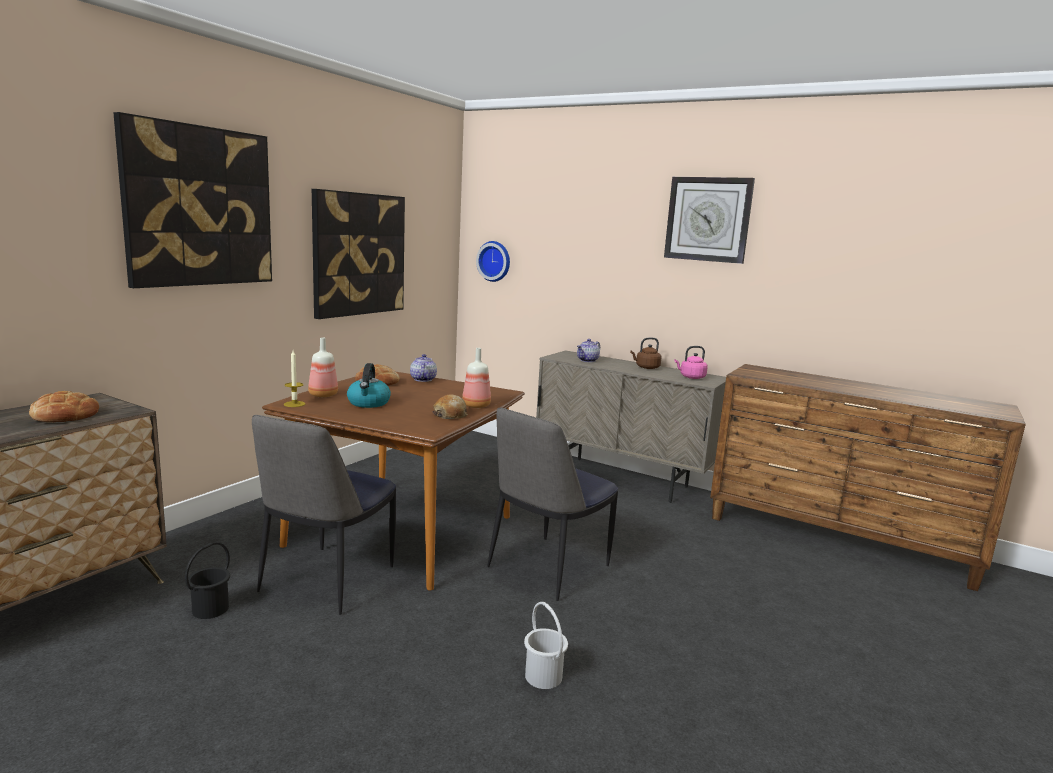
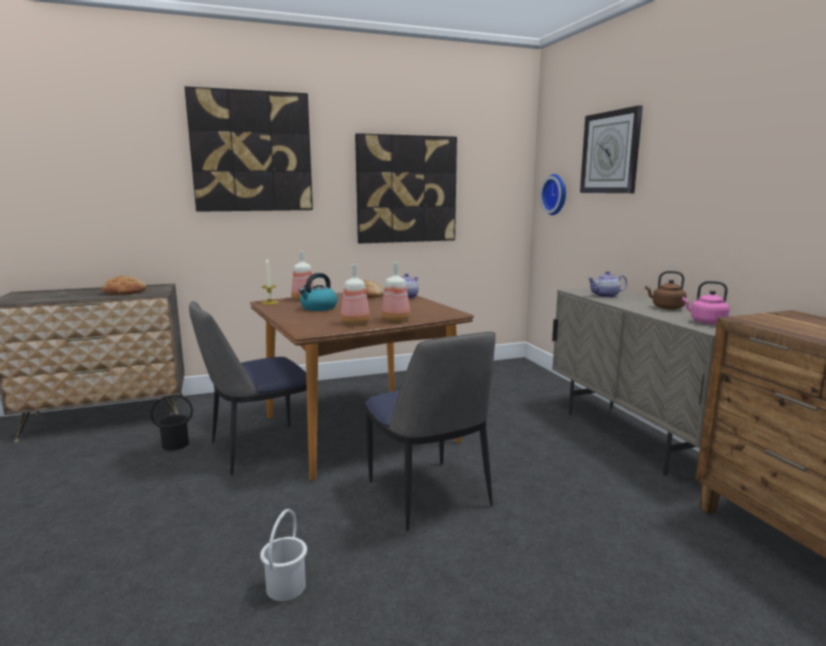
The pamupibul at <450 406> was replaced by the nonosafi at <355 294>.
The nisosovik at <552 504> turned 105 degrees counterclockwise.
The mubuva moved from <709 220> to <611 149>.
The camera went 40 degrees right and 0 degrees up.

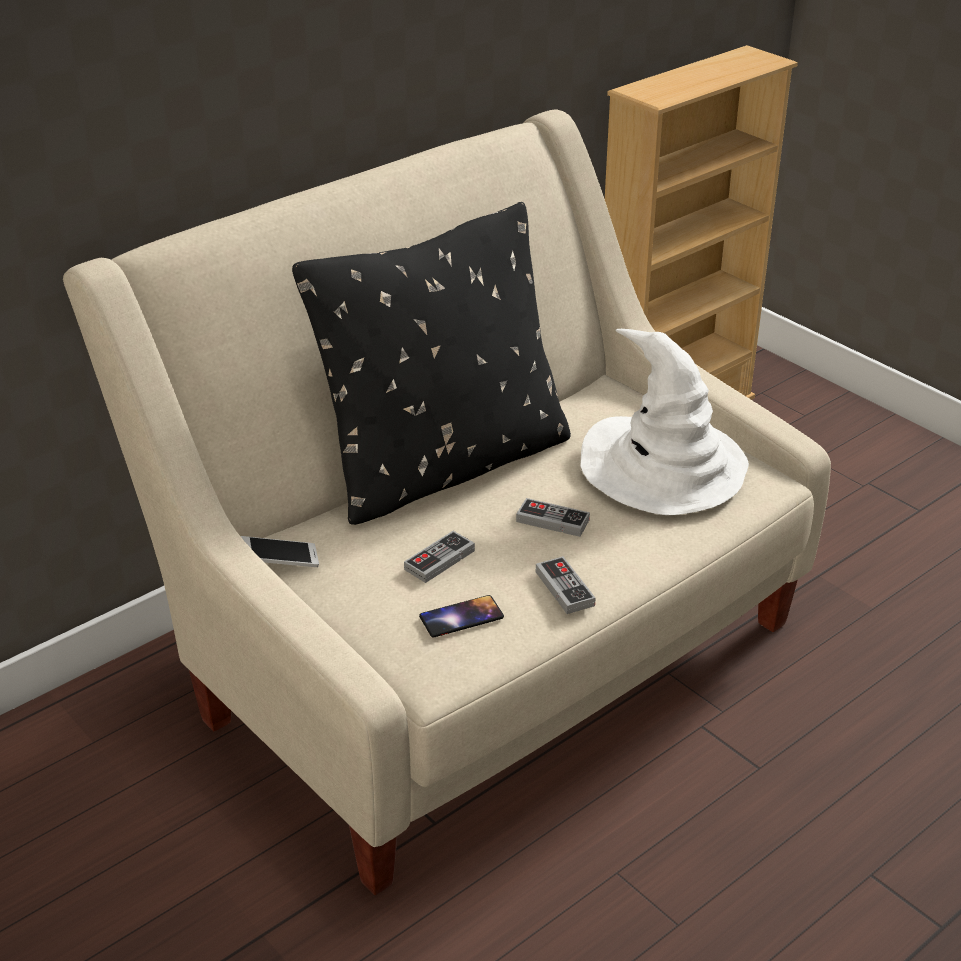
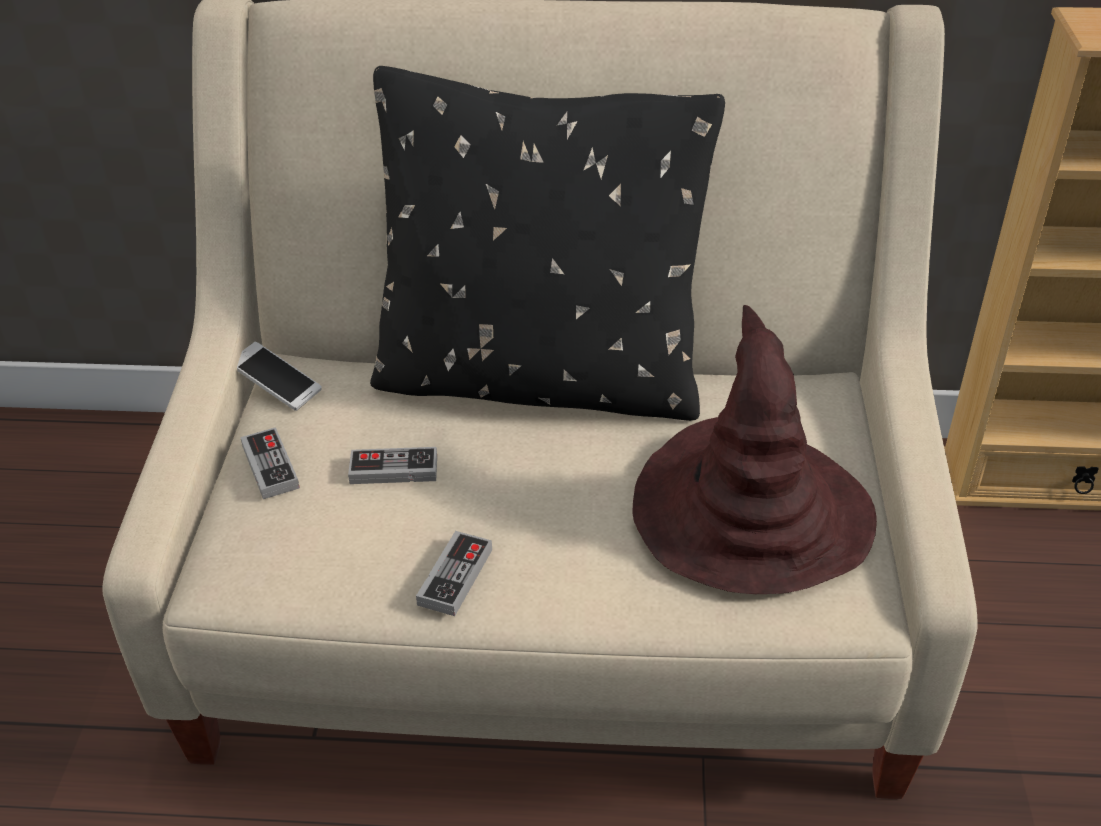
The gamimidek moved from <553 517> to <270 463>.
The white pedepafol at <664 422> became the brown pedepafol at <754 449>.
The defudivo at <461 616> disappeared.
The camera went 45 degrees right and 5 degrees up.

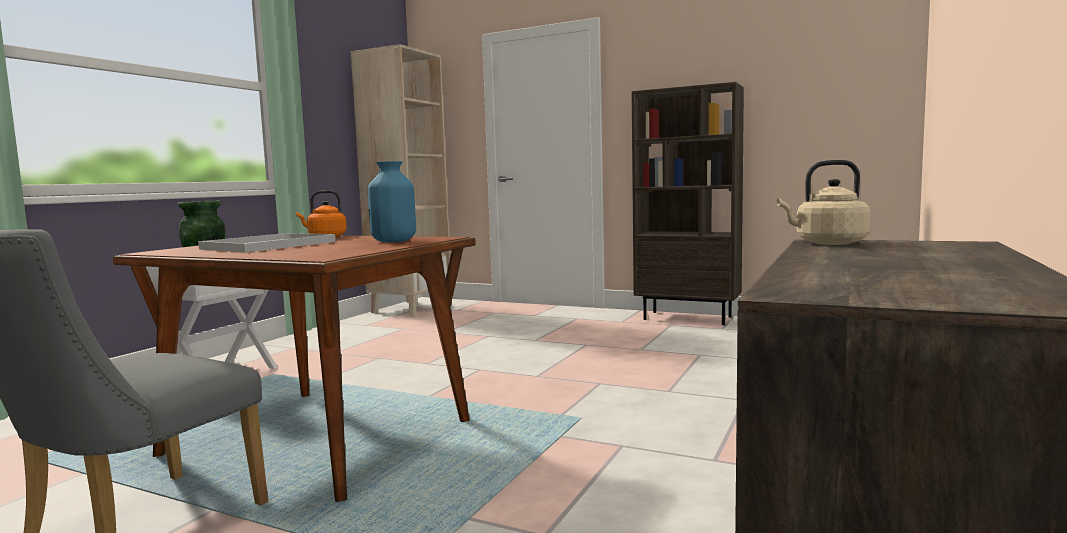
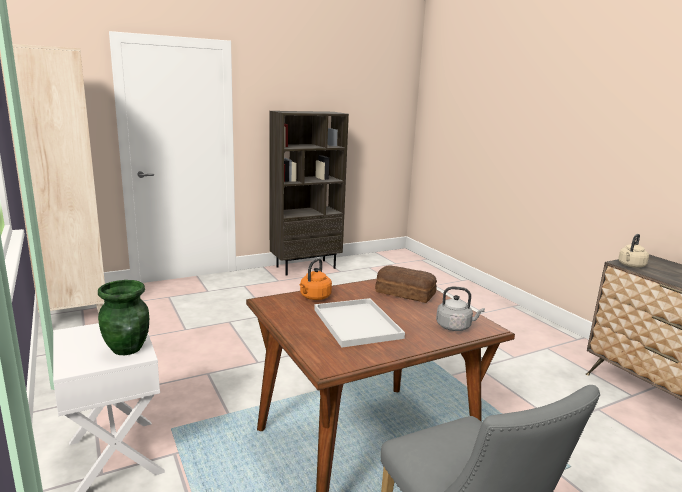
The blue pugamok at <392 201> was replaced by the pamupibul at <406 284>.
The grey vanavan at <460 309> appeared.
The camera went 55 degrees left and 10 degrees up.

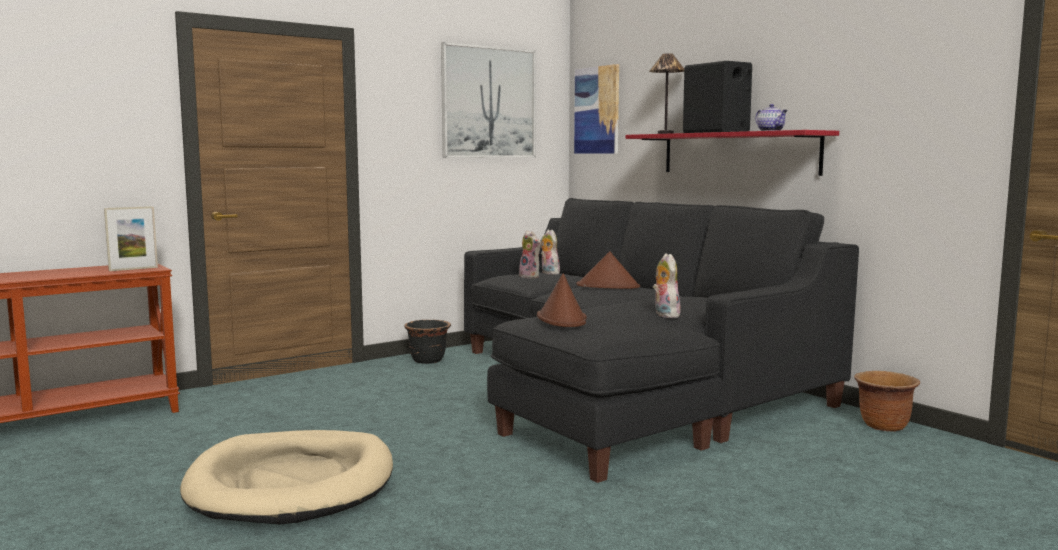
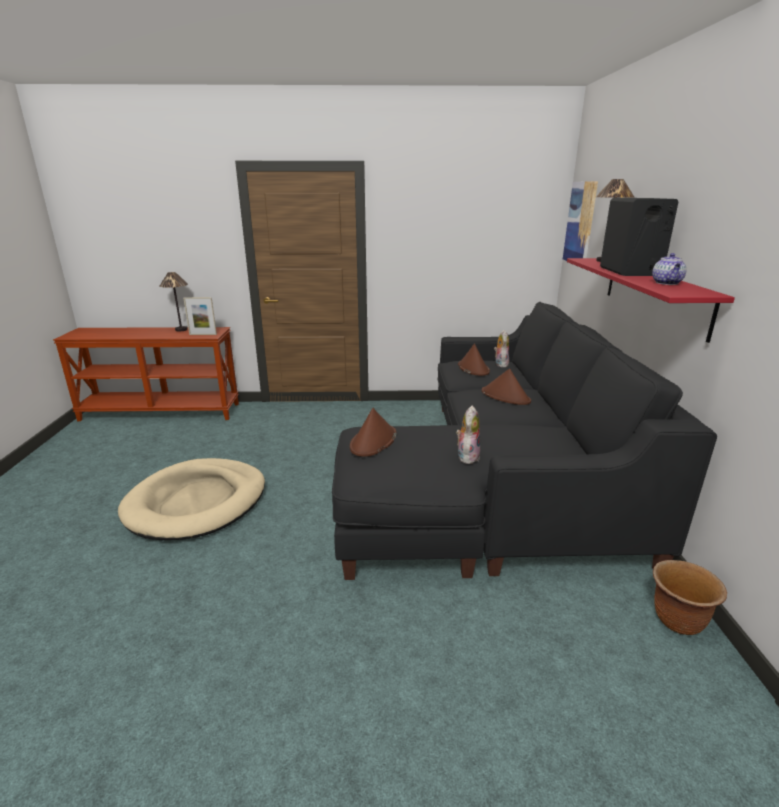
The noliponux at <174 301> appeared.
The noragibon at <530 254> was replaced by the brown pedepafol at <474 360>.
The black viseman at <427 342> disappeared.
The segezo at <488 100> disappeared.
The camera went 35 degrees right and 15 degrees up.

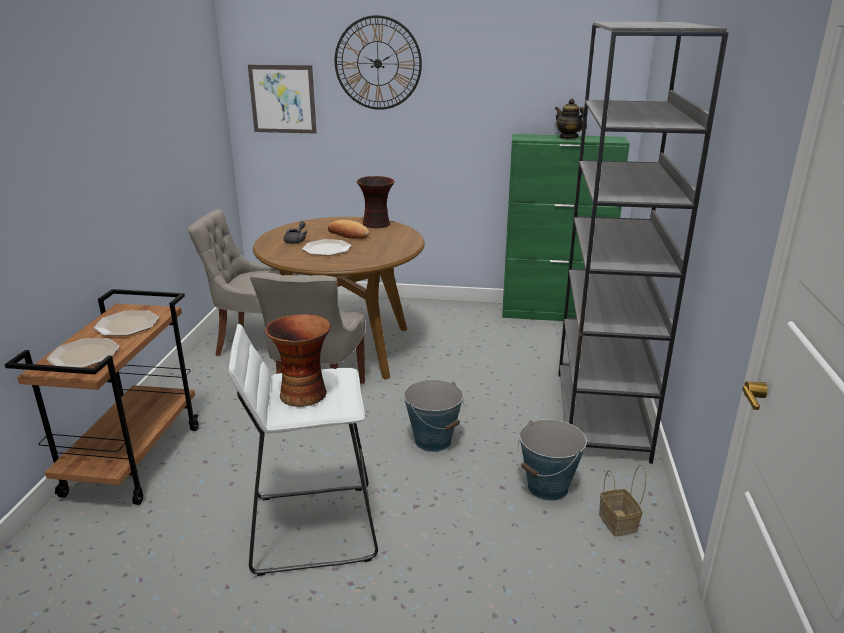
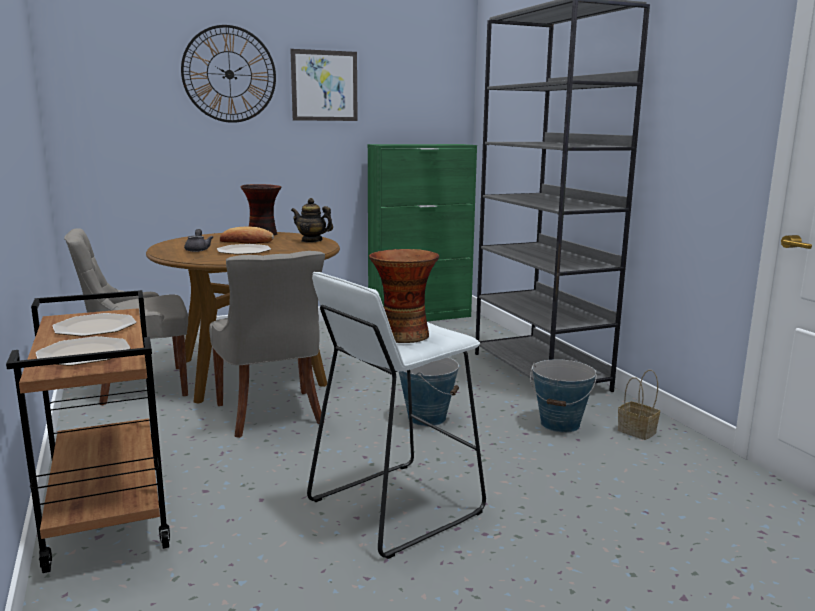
The segezo moved from <282 99> to <324 85>.
The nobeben moved from <571 119> to <312 220>.
The camera went 30 degrees left and 10 degrees down.

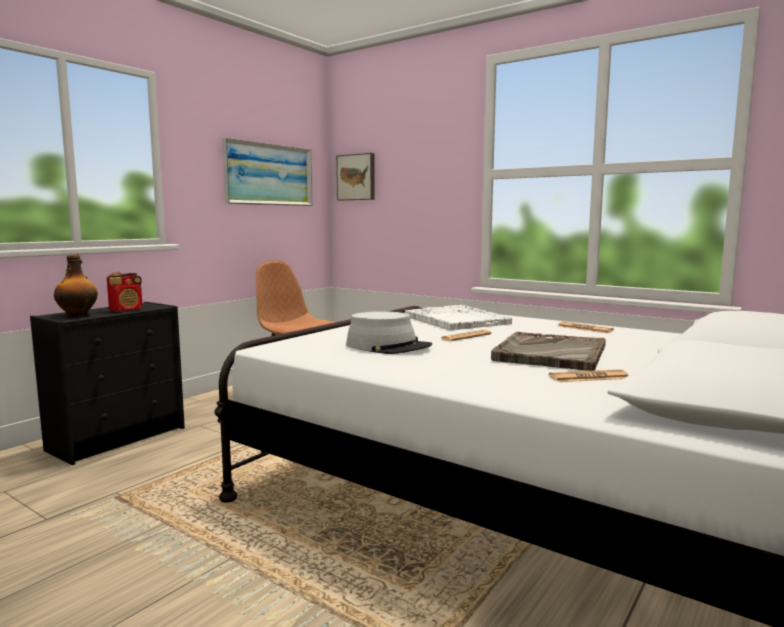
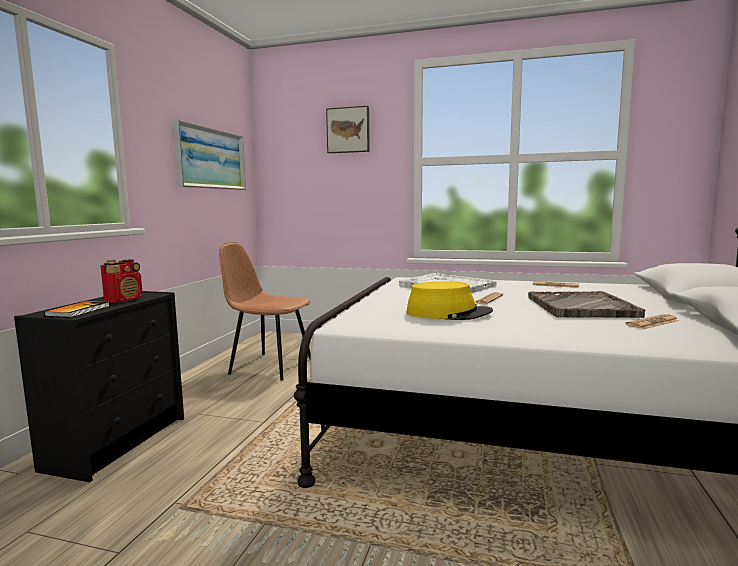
The nonosafi at <76 286> was replaced by the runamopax at <76 309>.
The segezo moved from <355 176> to <348 129>.
The grey pedepafol at <389 332> became the yellow pedepafol at <449 300>.
The camera went 20 degrees left and 0 degrees up.

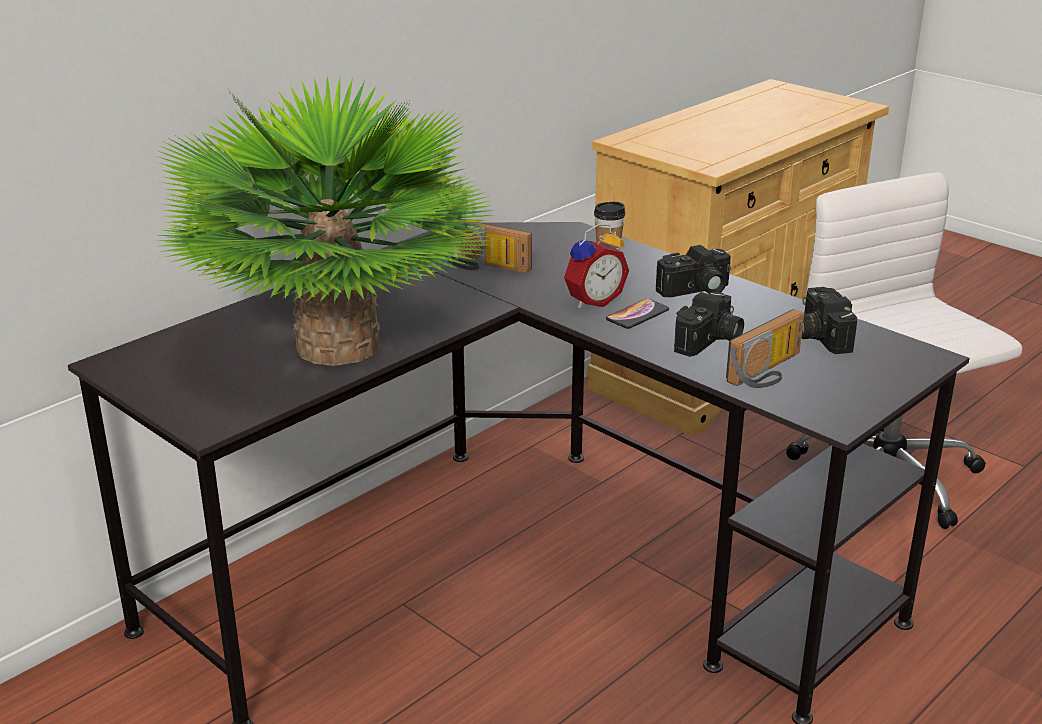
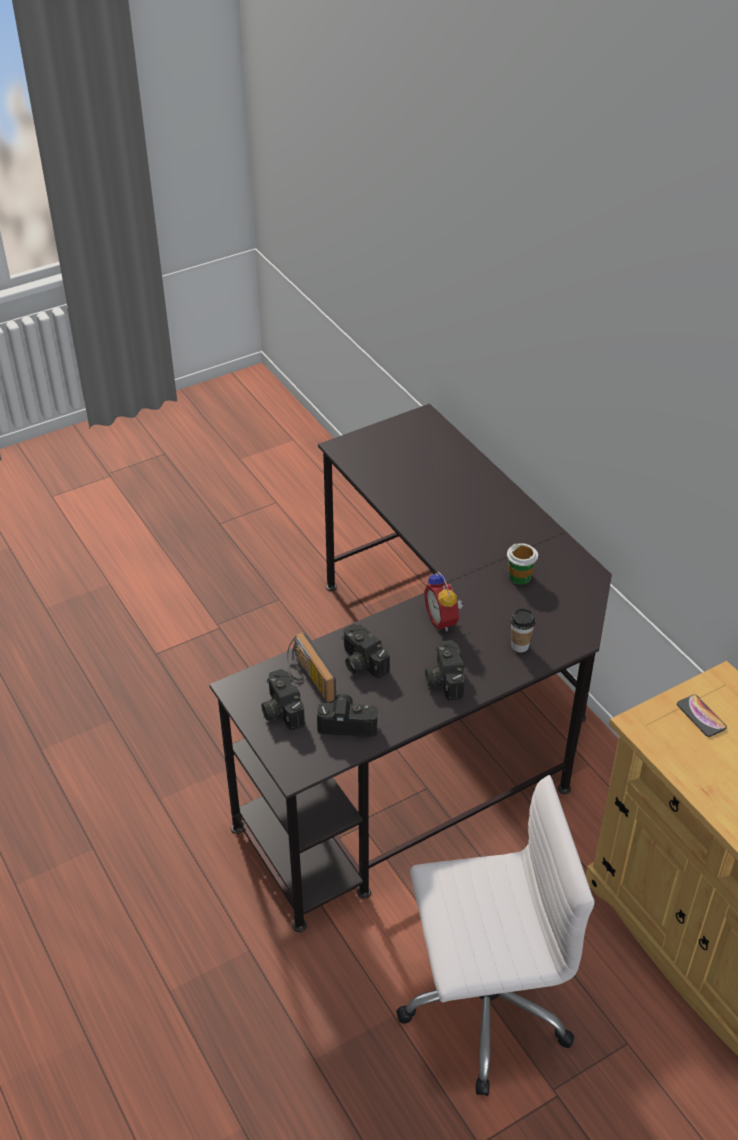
The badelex at <283 700> appeared.
The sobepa at <488 245> was replaced by the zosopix at <522 564>.
The defudivo moved from <637 314> to <702 716>.
The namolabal at <324 221> disappeared.
The camera went 105 degrees right and 15 degrees up.

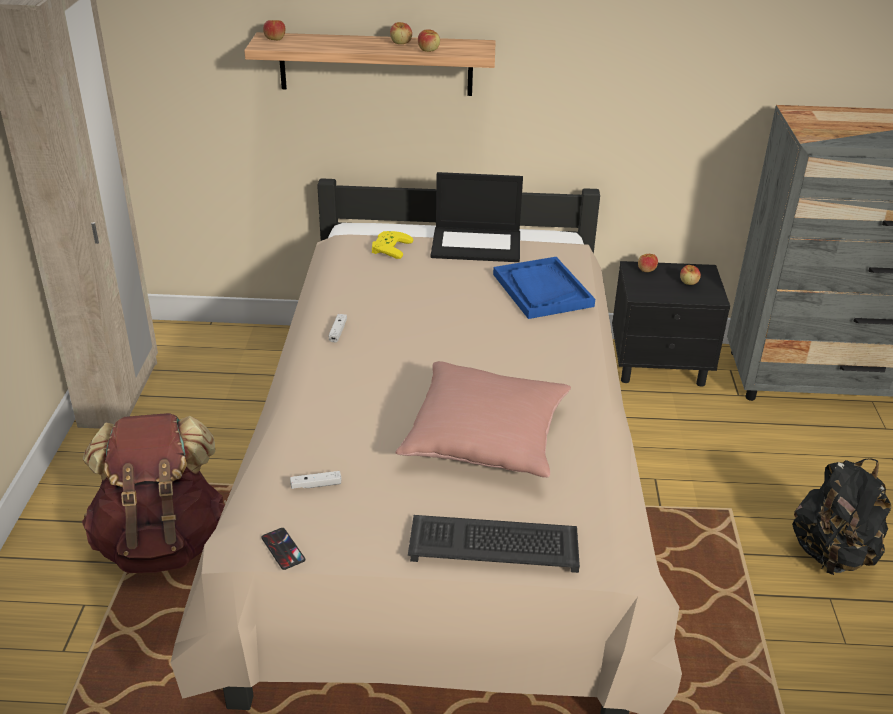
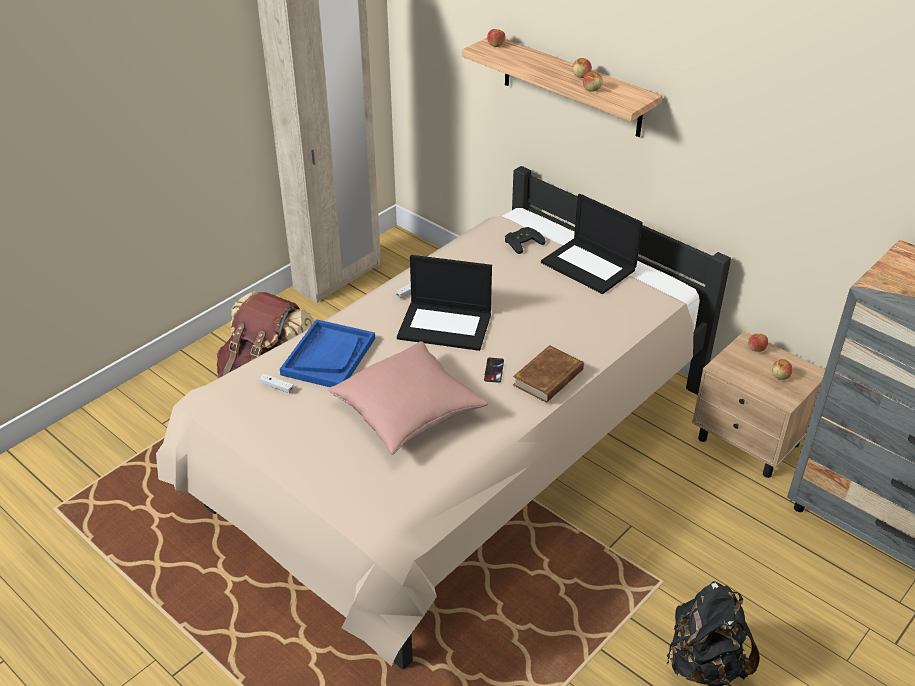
The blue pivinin moved from <544 288> to <327 353>.
The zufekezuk at <444 303> appeared.
The defudivo moved from <283 549> to <494 370>.
The yellow gamimidek at <392 245> became the black gamimidek at <525 240>.
The brown runamopax at <548 374> appeared.
The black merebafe at <671 323> became the beige merebafe at <758 404>.
The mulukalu at <494 544> disappeared.
The camera went 40 degrees right and 5 degrees up.

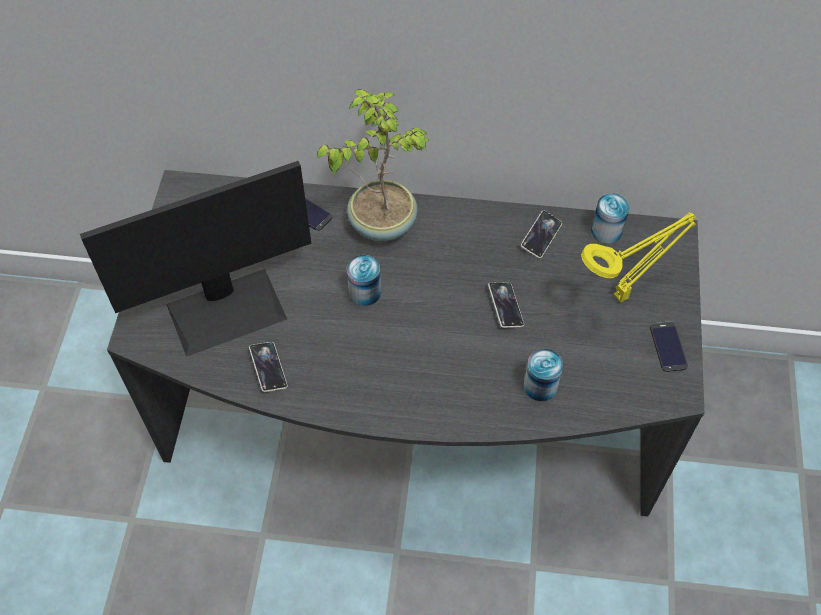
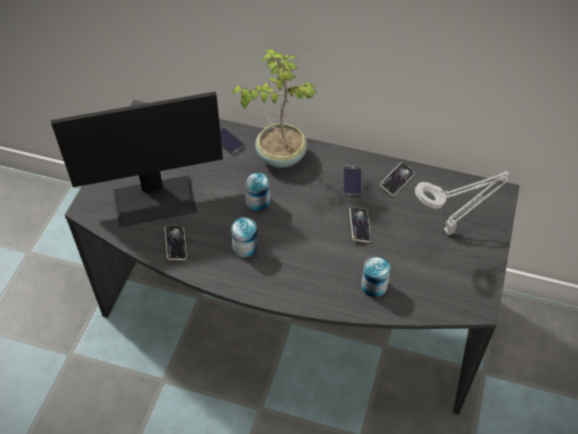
The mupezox moved from <610 218> to <244 237>.
The defudivo moved from <669 346> to <352 181>.
The yellow noliponux at <638 257> became the grey noliponux at <463 203>.
The camera went 10 degrees right and 5 degrees down.

